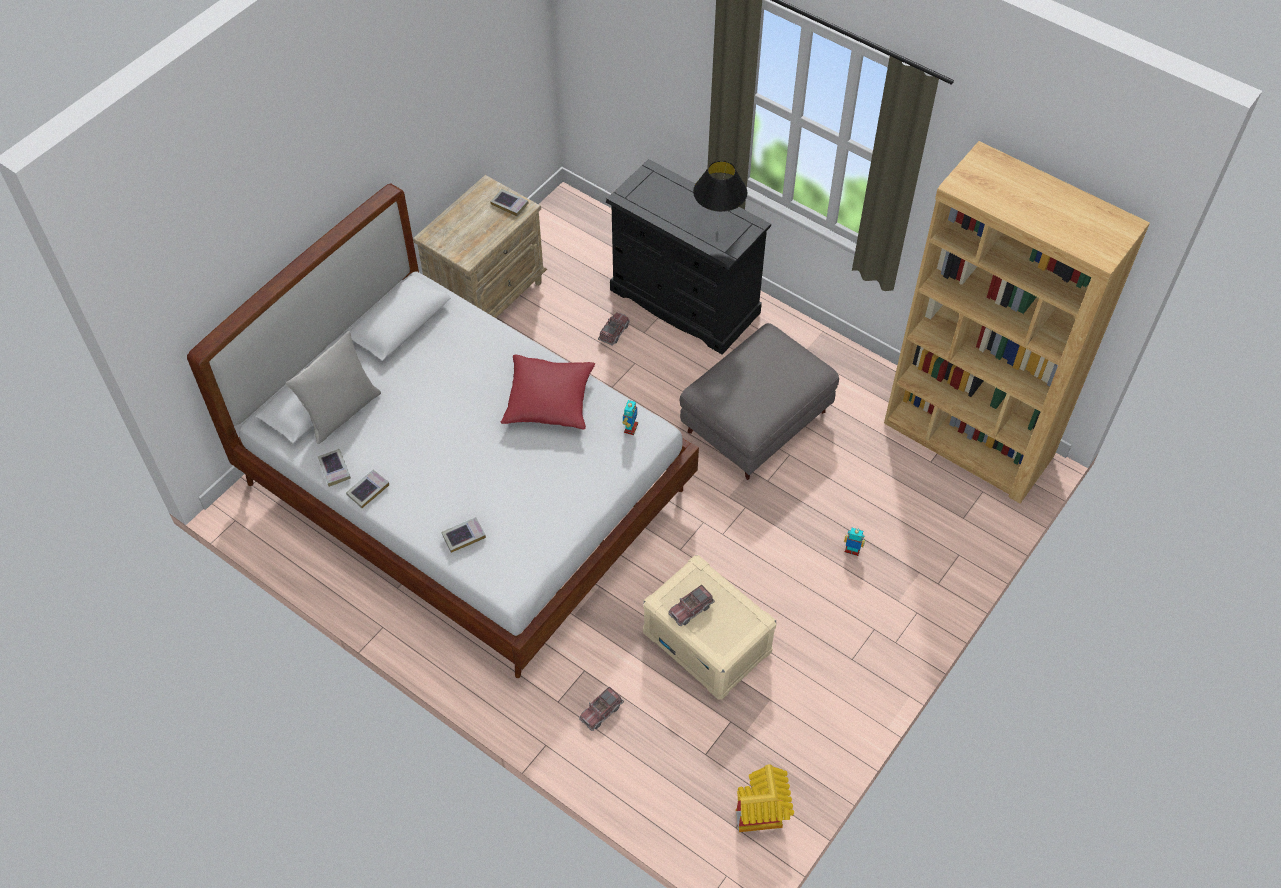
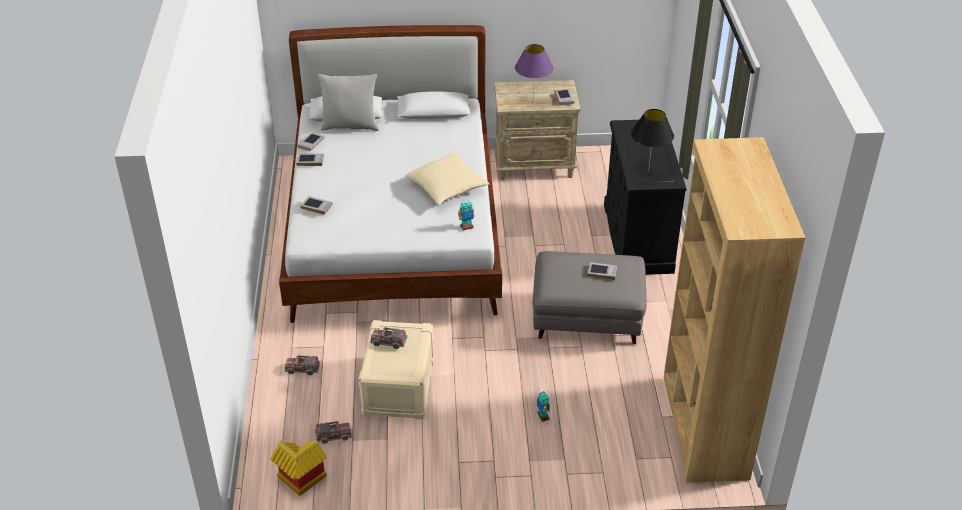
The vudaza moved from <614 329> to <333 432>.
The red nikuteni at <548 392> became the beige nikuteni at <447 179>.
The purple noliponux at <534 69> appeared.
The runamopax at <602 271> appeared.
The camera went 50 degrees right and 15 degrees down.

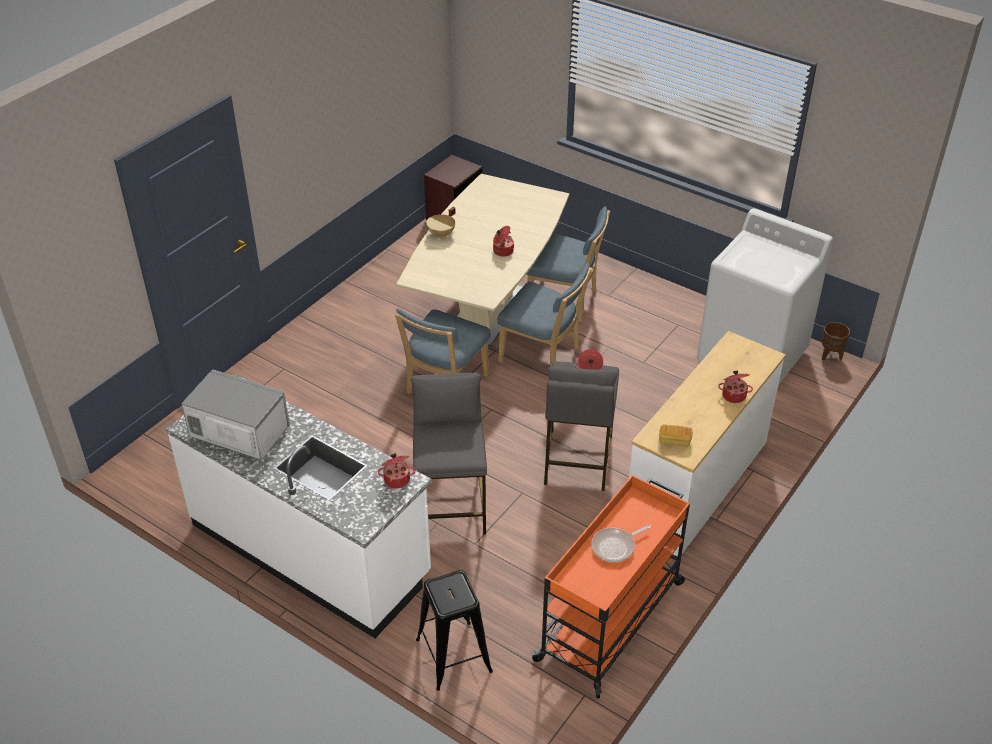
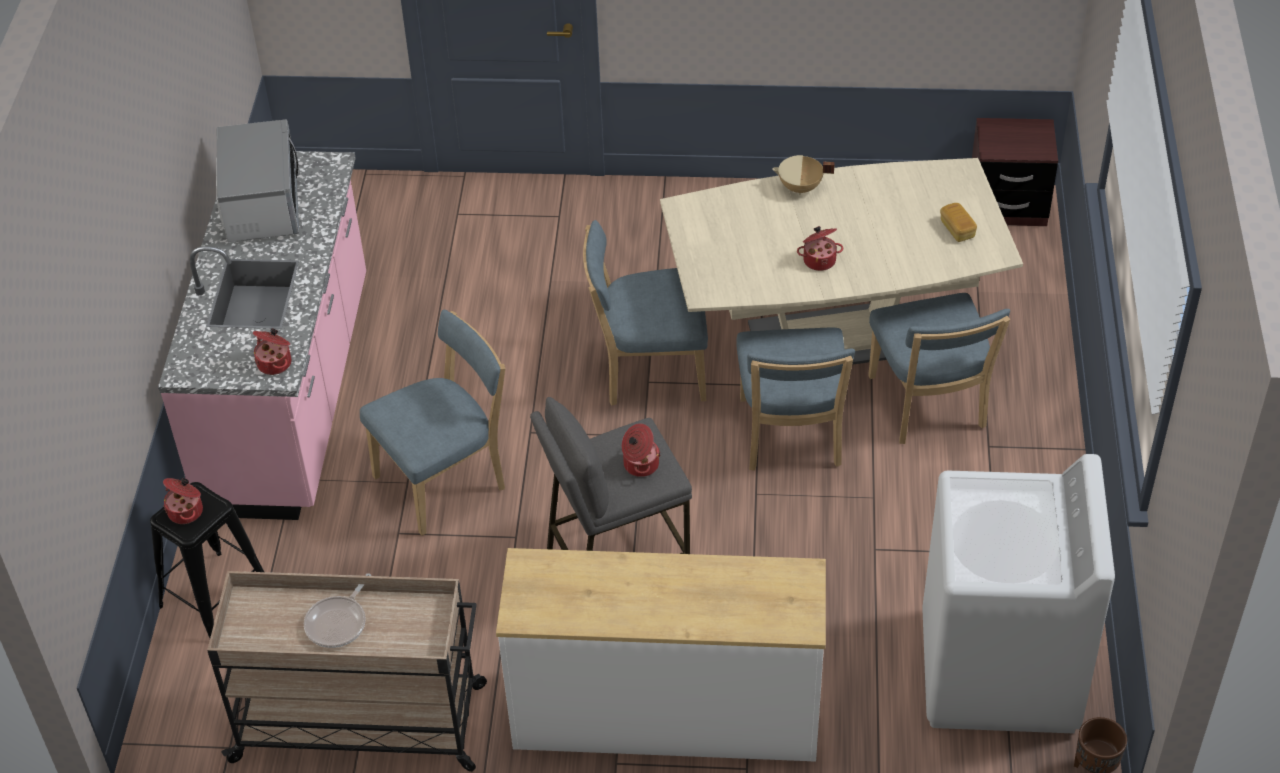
The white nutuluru at <299 506> became the pink nutuluru at <262 335>.
The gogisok moved from <735 386> to <183 501>.
The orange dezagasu at <610 586> became the beige dezagasu at <347 671>.
The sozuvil at <621 544> turned 90 degrees counterclockwise.
The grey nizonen at <449 454> was replaced by the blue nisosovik at <432 423>.
The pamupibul moved from <675 436> to <958 222>.
The camera went 60 degrees right and 5 degrees up.

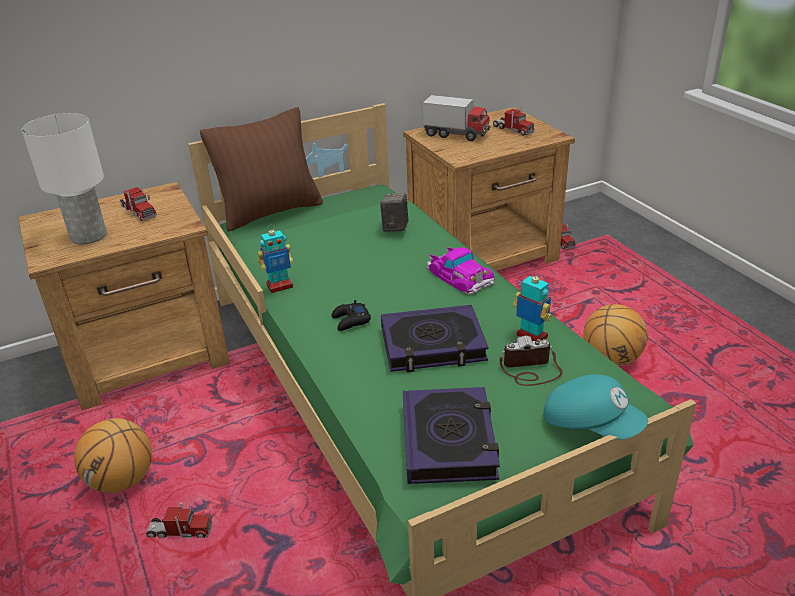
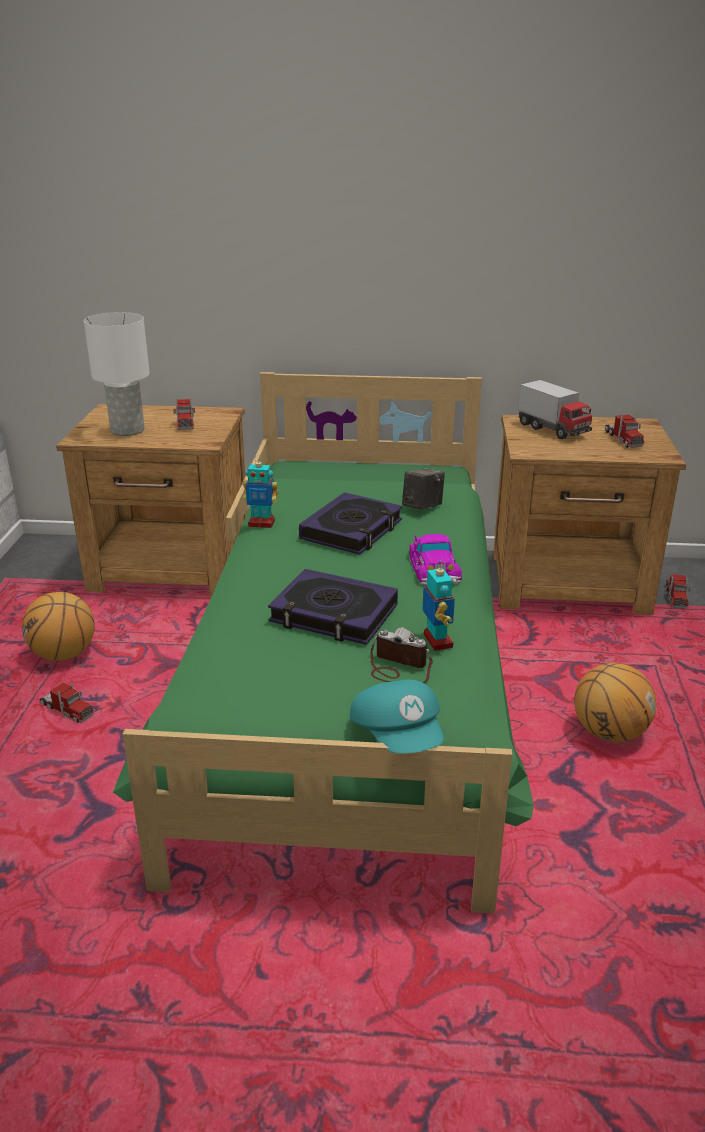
The runamopax moved from <451 435> to <351 523>.
The brown nikuteni at <261 169> disappeared.
The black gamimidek at <351 315> disappeared.
The camera went 30 degrees right and 5 degrees down.

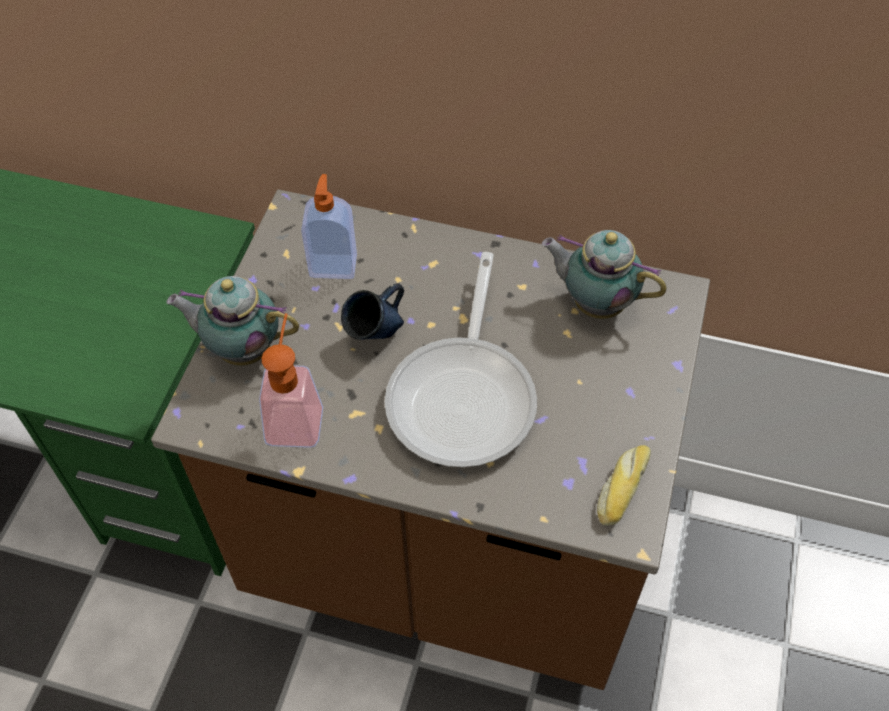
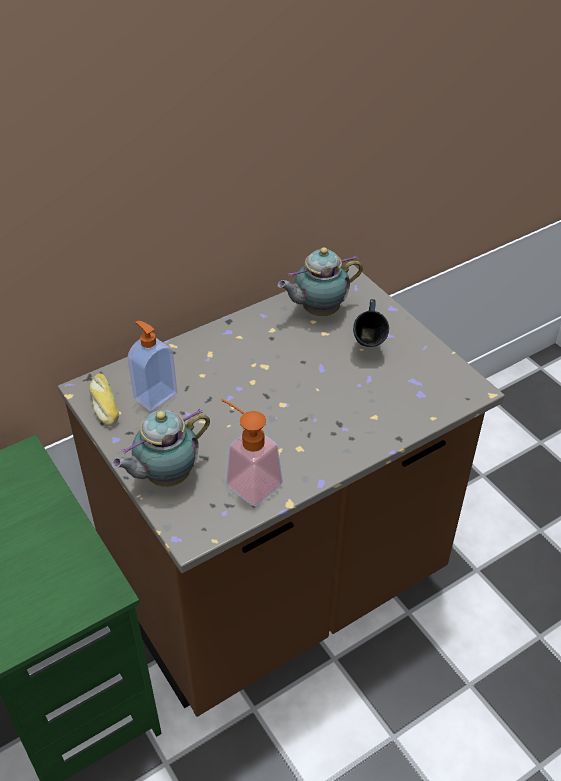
The pamupibul moved from <624 485> to <104 399>.
The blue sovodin moved from <372 311> to <371 323>.
The sozuvil at <461 359> disappeared.
The camera went 50 degrees left and 10 degrees down.

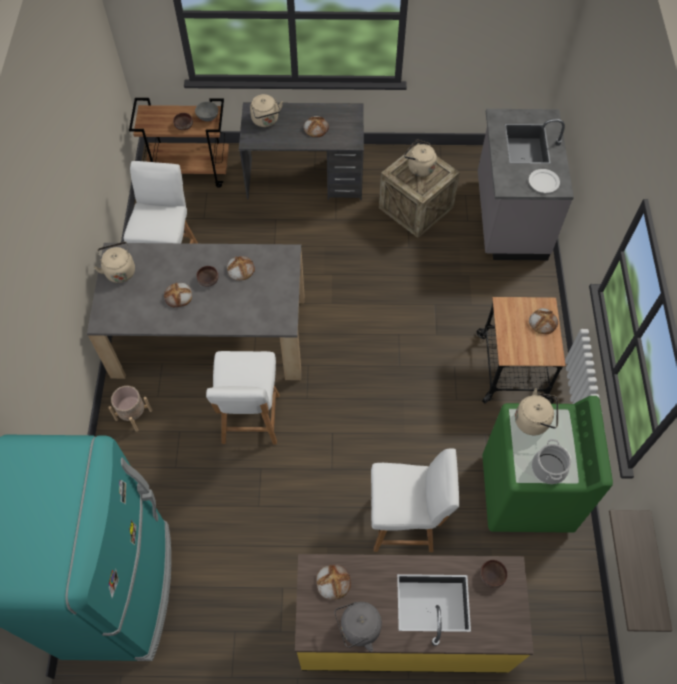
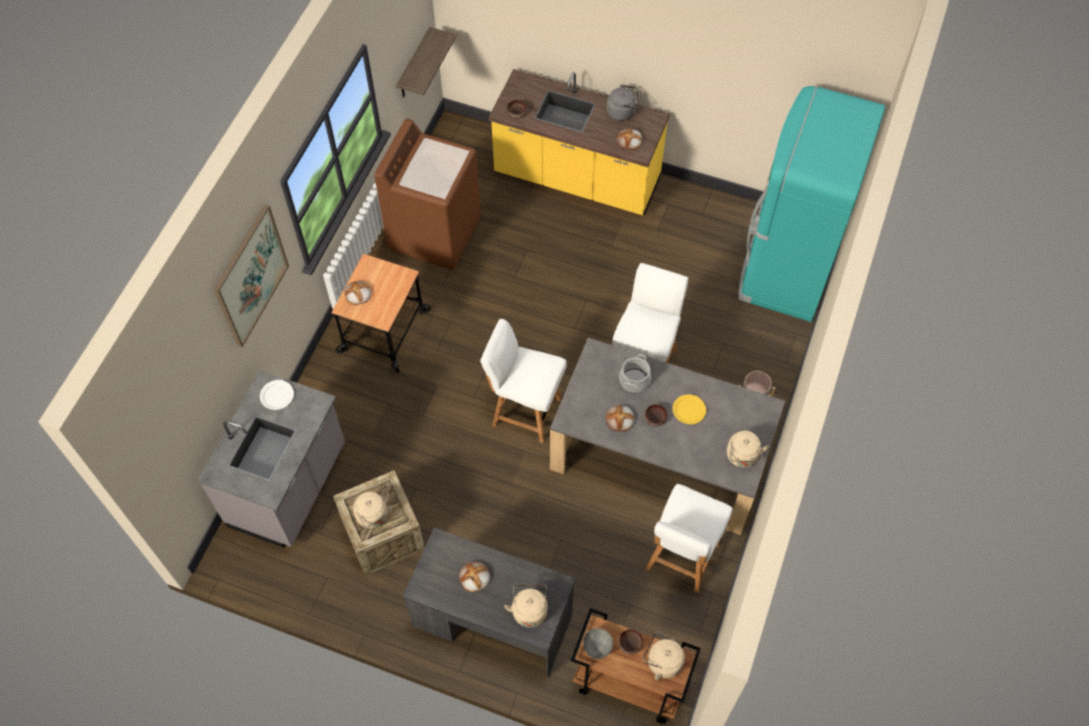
The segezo at <251 275> appeared.
The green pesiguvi at <547 464> became the brown pesiguvi at <427 194>.
The white nisosovik moved from <415 500> to <523 381>.
The gogisok moved from <551 461> to <635 373>.
The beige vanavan moved from <536 411> to <664 656>.
The pamupibul at <178 295> was replaced by the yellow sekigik at <689 409>.
The camera went 160 degrees left and 0 degrees up.

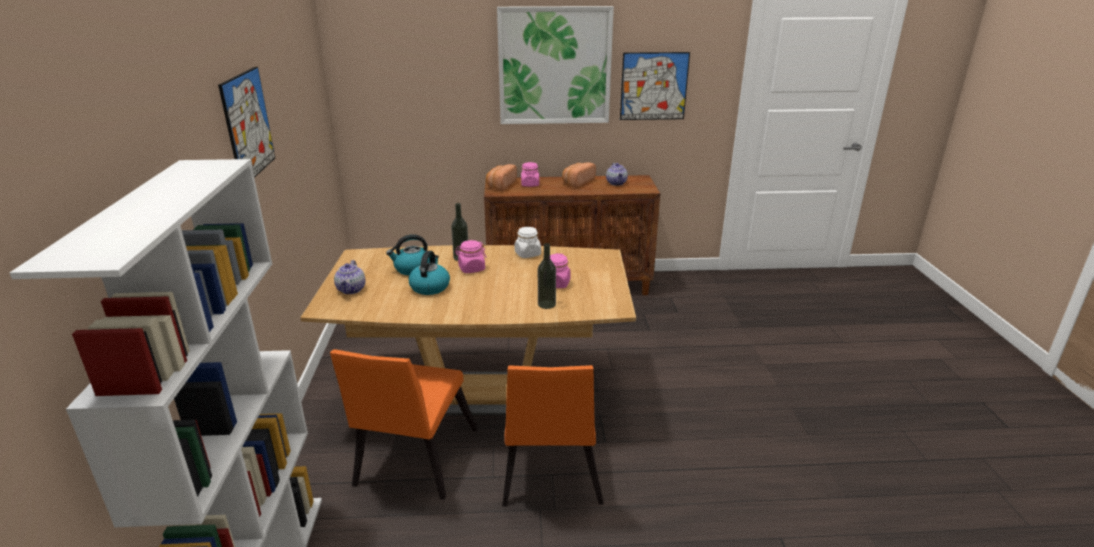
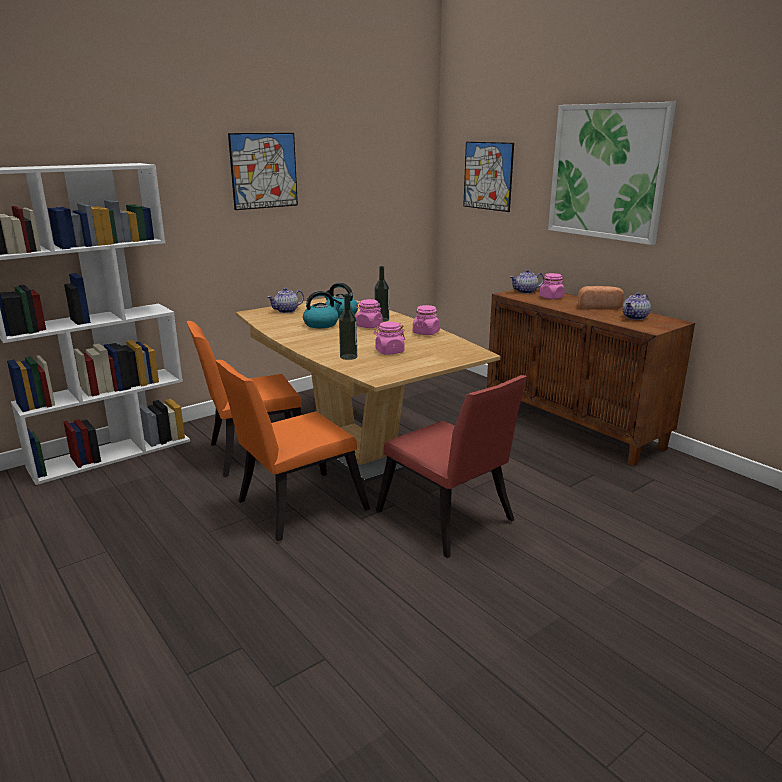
The red nisosovik at <451 466> appeared.
The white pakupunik at <528 242> became the pink pakupunik at <426 320>.
The segezo moved from <655 86> to <488 177>.
The pamupibul at <501 177> was replaced by the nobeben at <527 282>.
The camera went 55 degrees right and 5 degrees down.

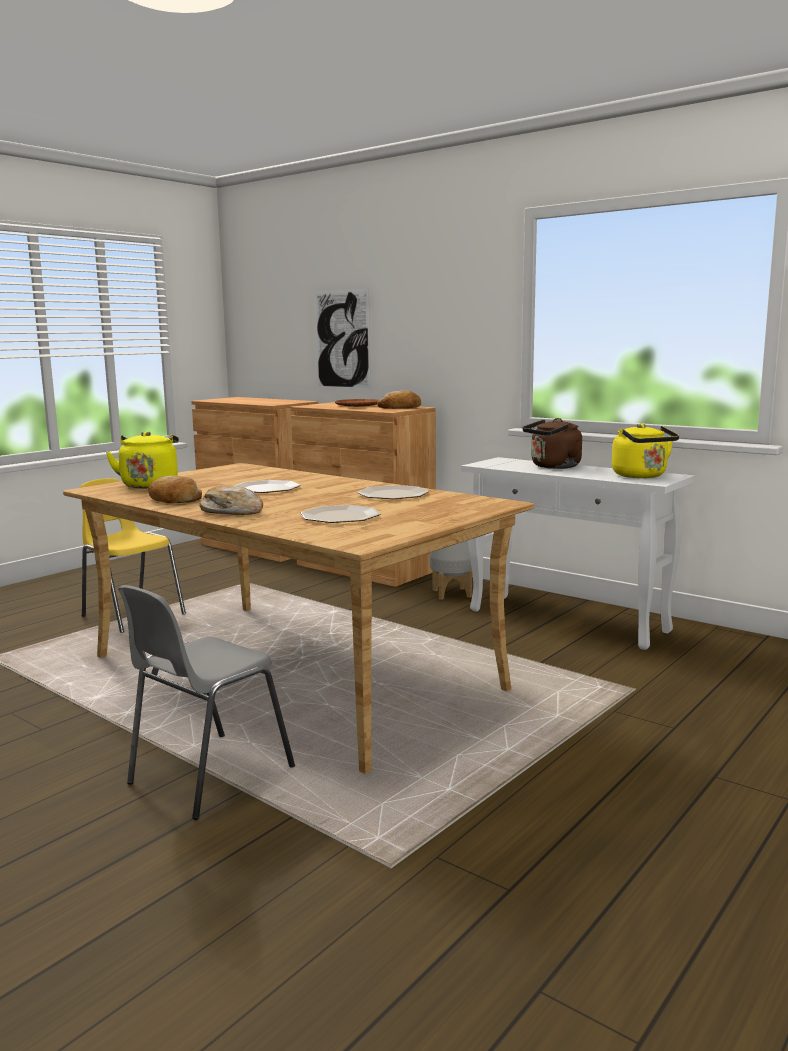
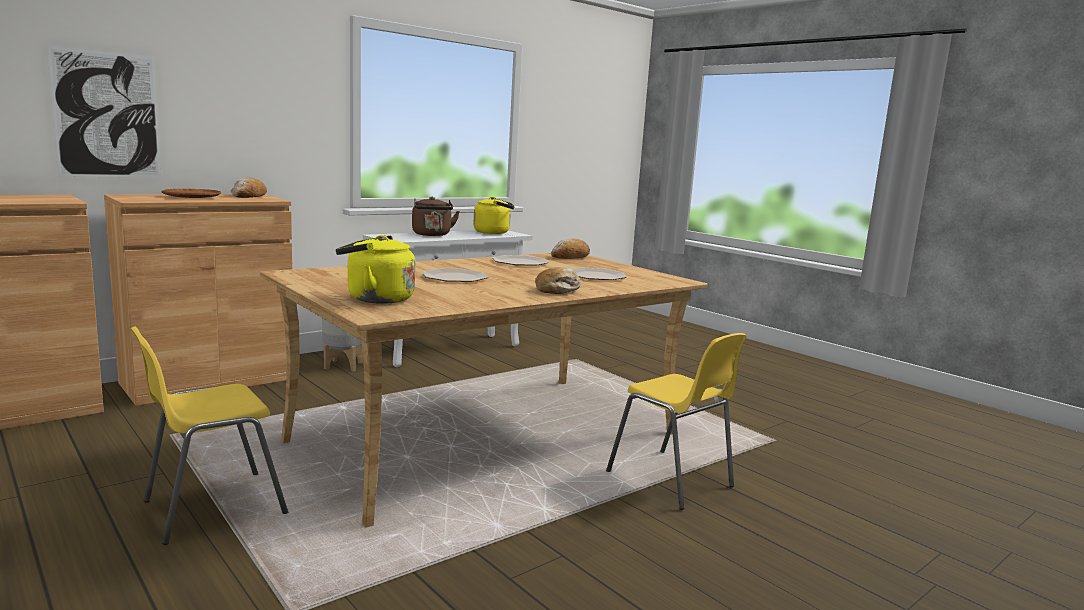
The pamupibul moved from <175 489> to <570 248>.
The grey nisosovik at <206 702> became the yellow nisosovik at <676 421>.
The camera went 80 degrees left and 0 degrees up.

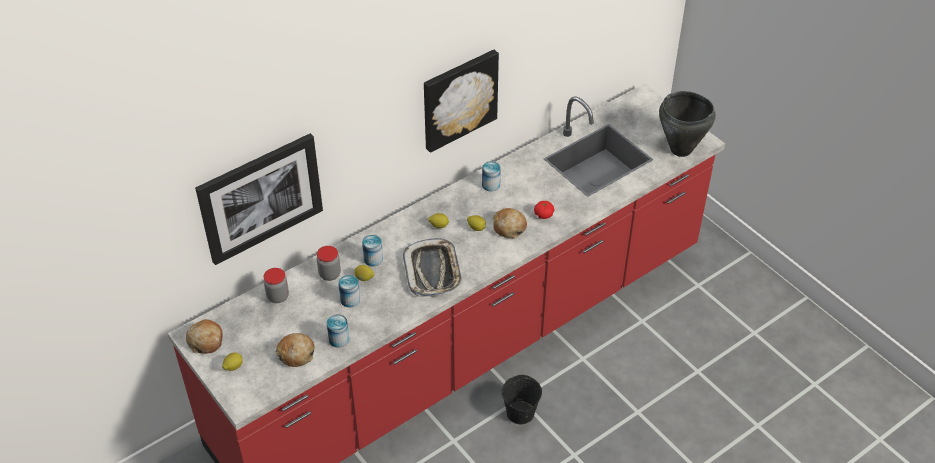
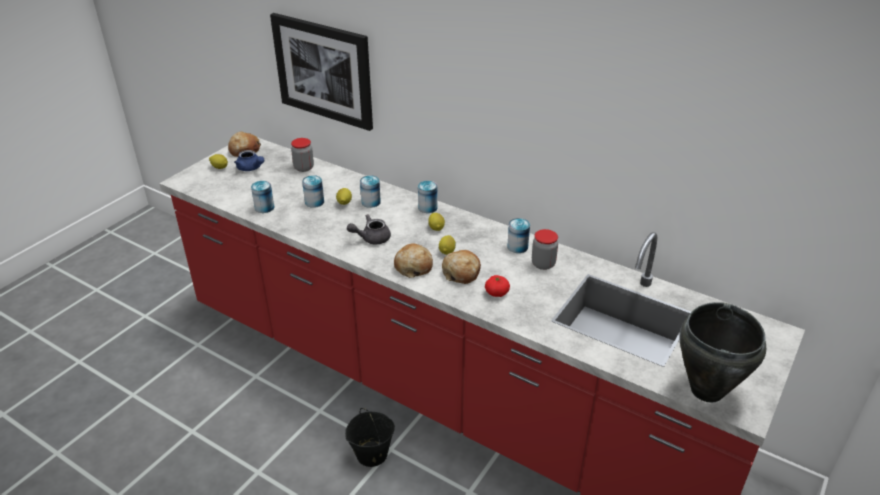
The blue nobeben at <249 160> appeared.
The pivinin at <433 267> was replaced by the grey nobeben at <369 229>.
The pamupibul moved from <295 350> to <413 261>.
The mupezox at <428 197> appeared.
The pakupunik moved from <329 263> to <545 249>.
The segezo at <461 101> disappeared.
The camera went 70 degrees right and 10 degrees down.

